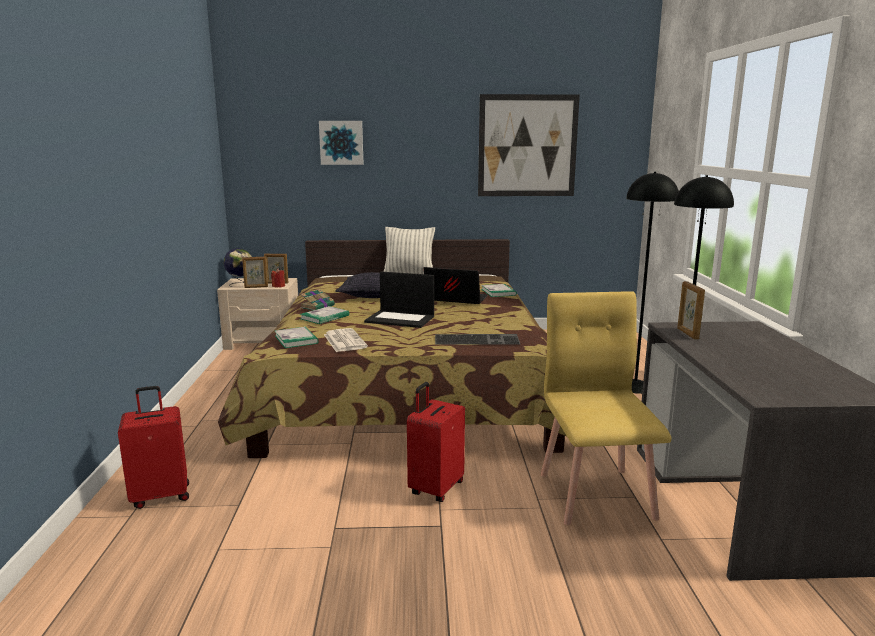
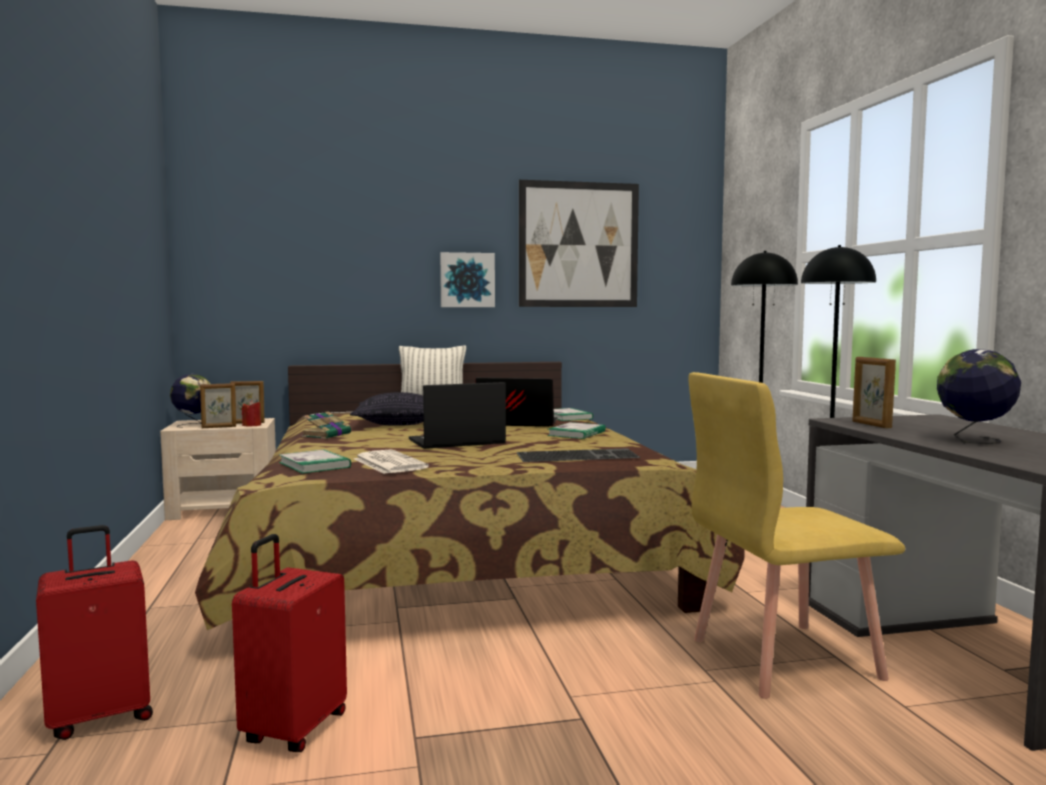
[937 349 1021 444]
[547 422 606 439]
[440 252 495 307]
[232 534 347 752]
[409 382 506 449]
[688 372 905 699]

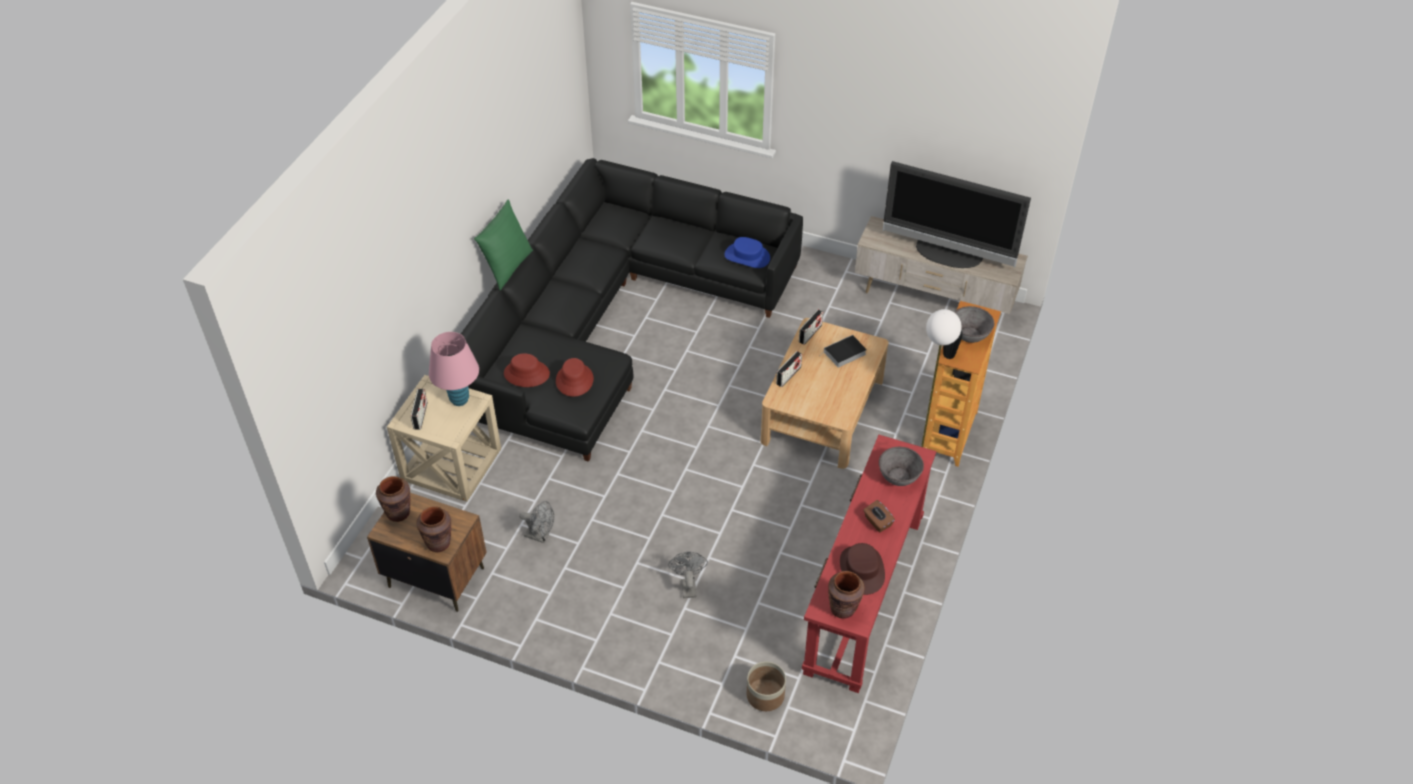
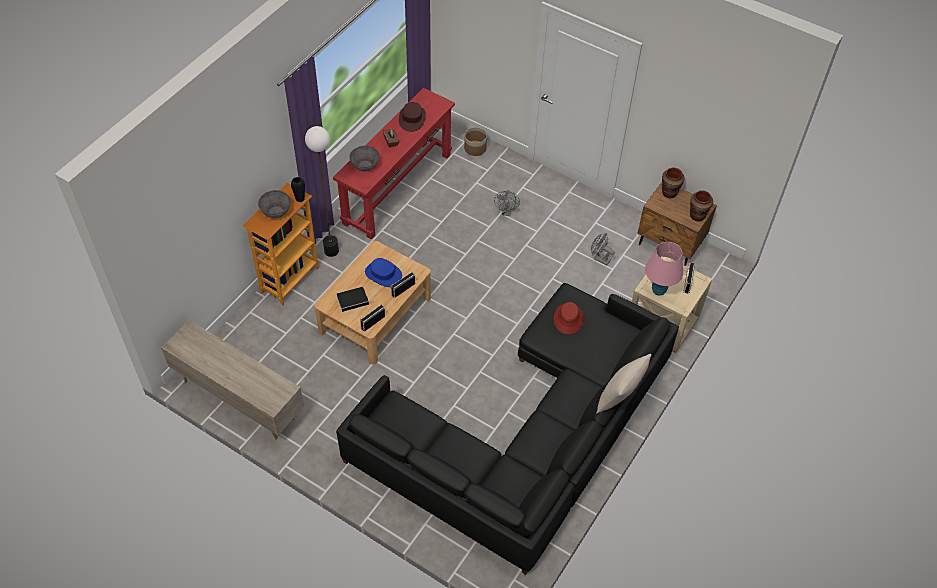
[504 353 550 387] (first image)
[828 571 864 619] (first image)
[883 161 1031 268] (first image)
[365 258 402 287]
[596 354 651 413]

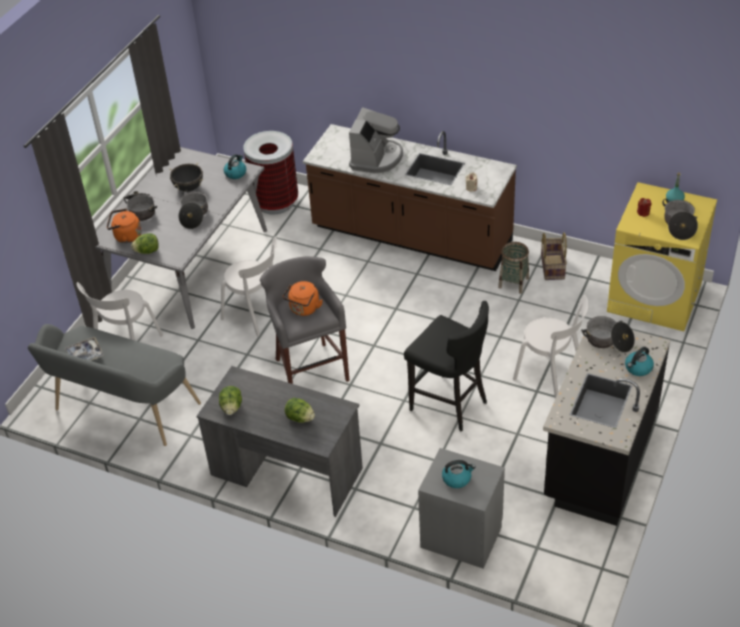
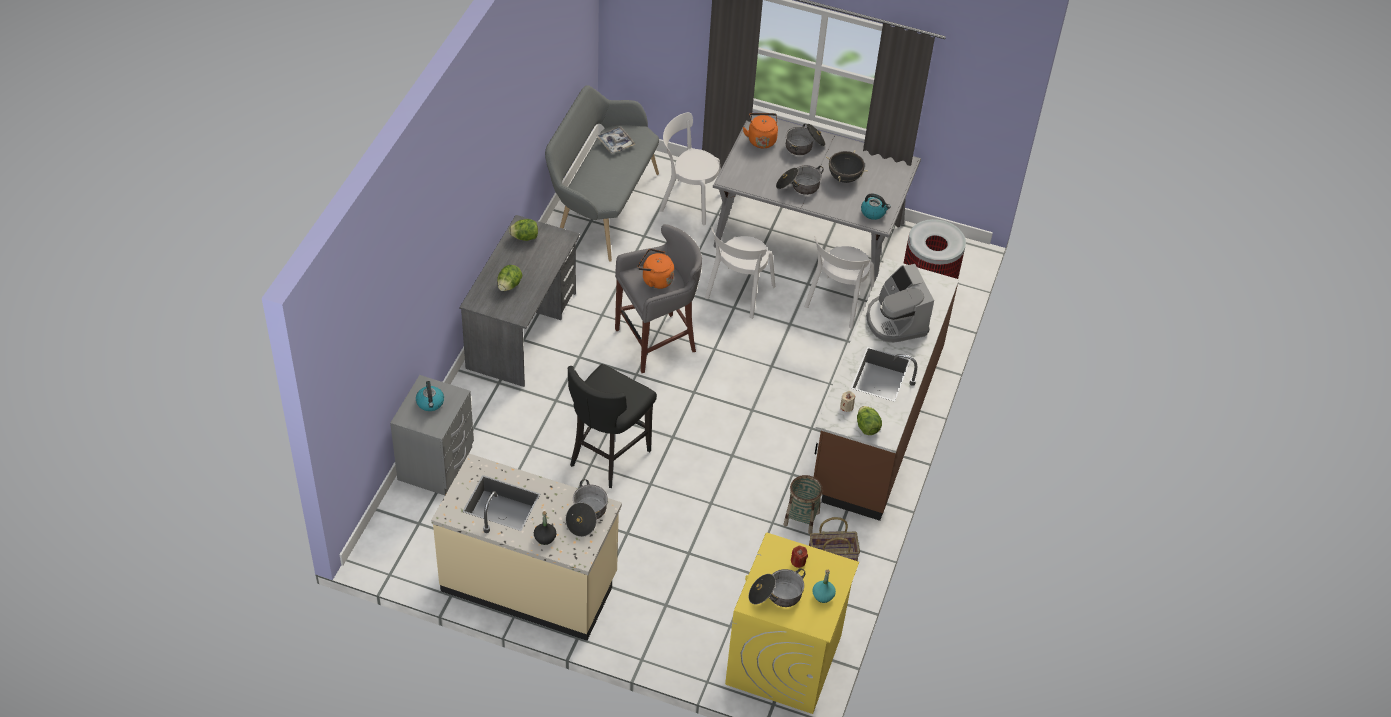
[857 406 882 435]
[804 236 874 329]
[534 511 556 545]
[431 454 622 641]
[866 264 934 343]

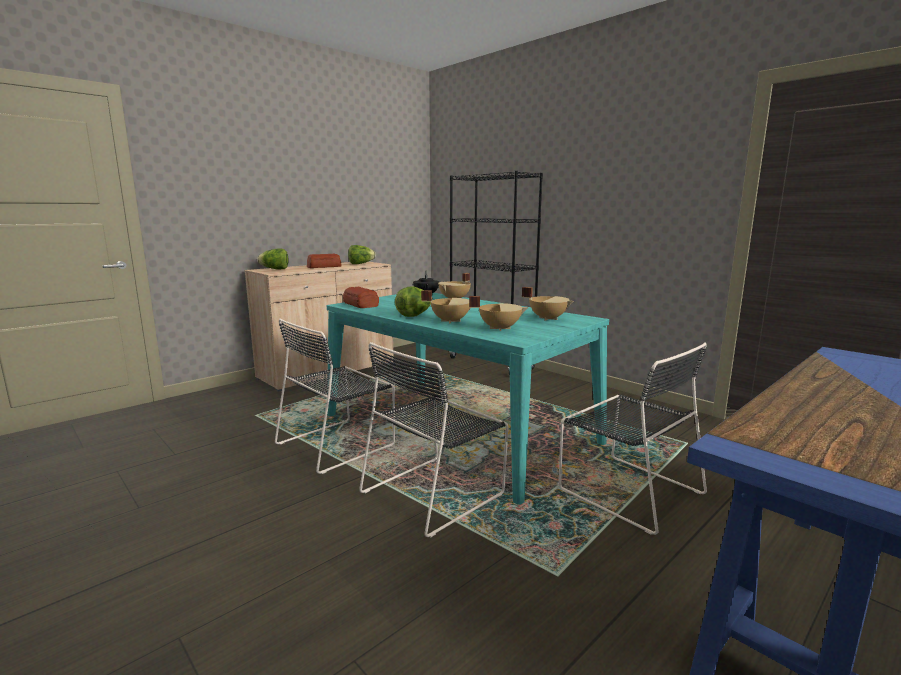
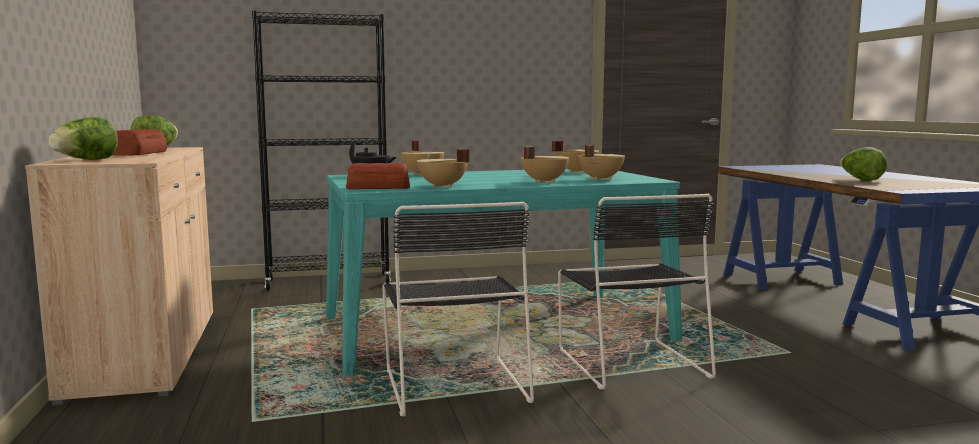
[559 343 707 535] (first image)
[417 149 470 188]
[839 147 887 181]

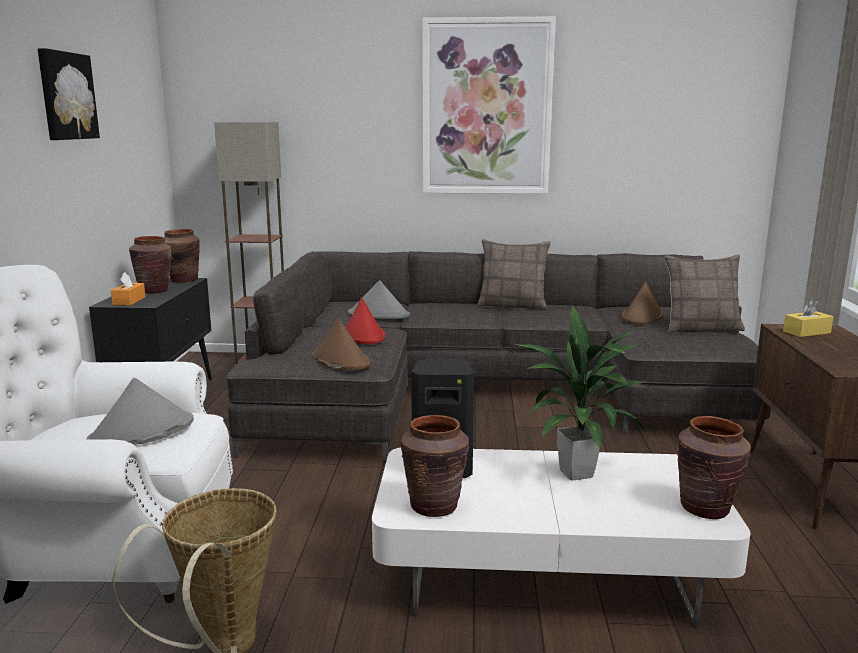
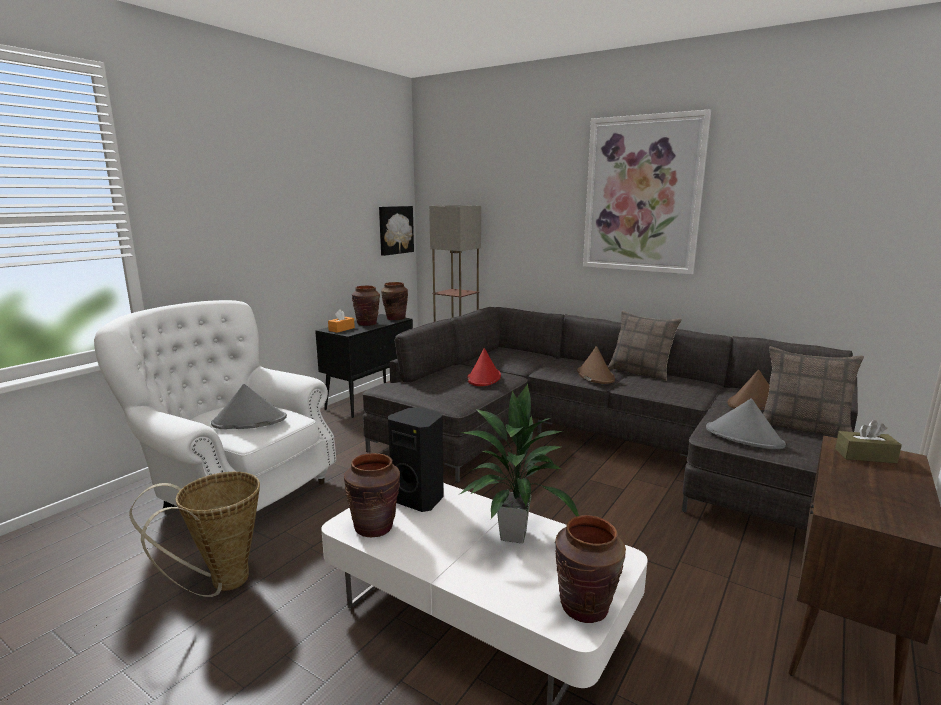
[379 206 414 256]
[577 346 615 384]
[706 399 786 449]
[835 420 902 463]

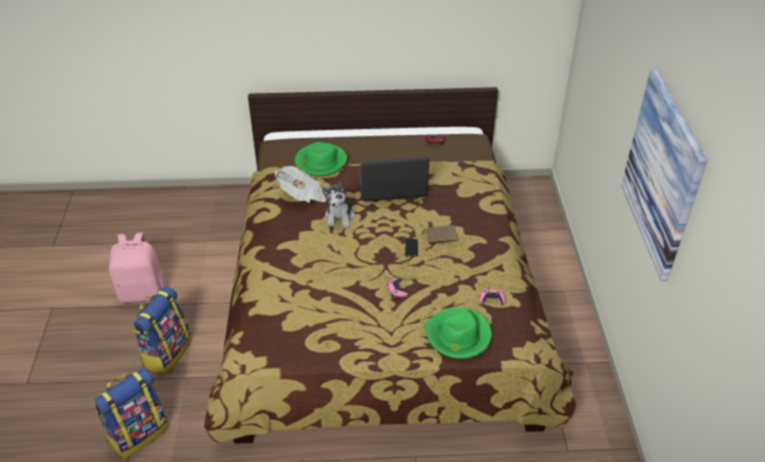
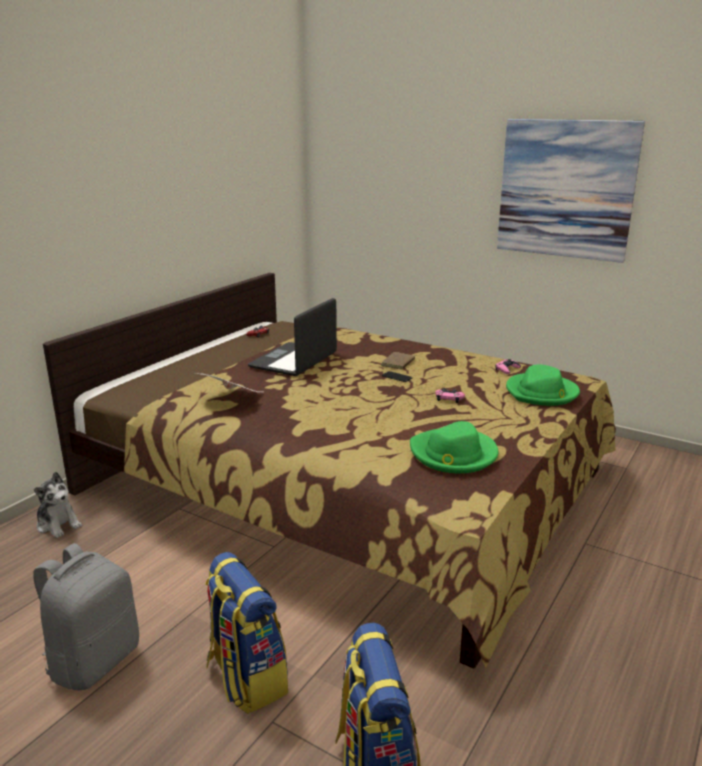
[410 421 498 473]
[34 472 82 538]
[33 543 139 690]

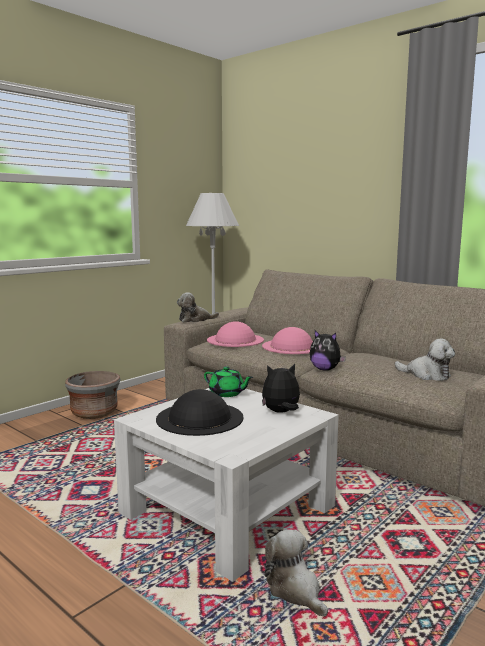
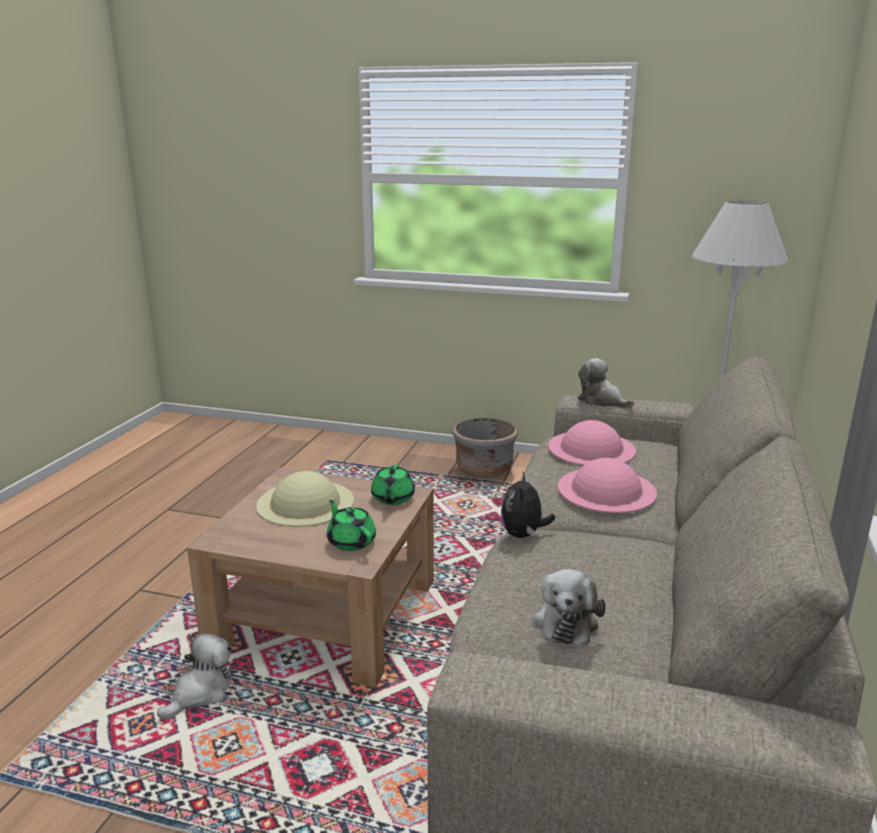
[327 500 376 551]
[187 468 434 688]
[256 471 354 527]

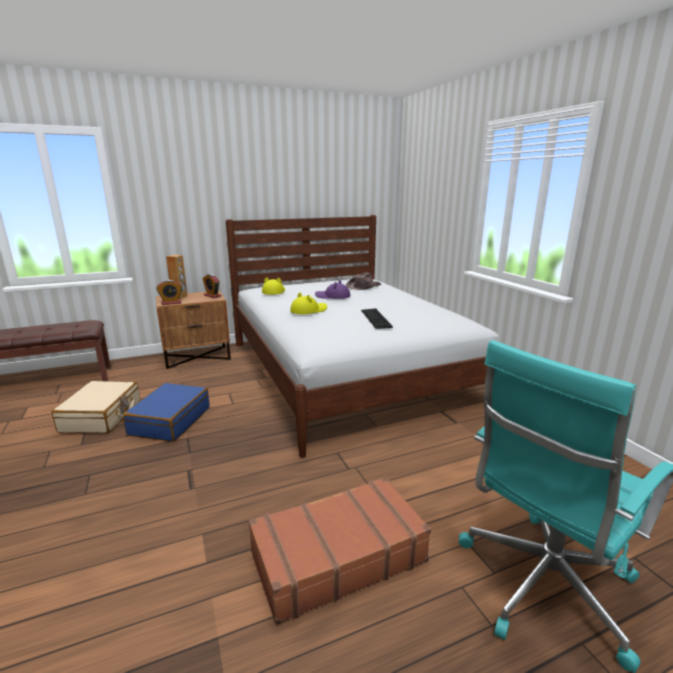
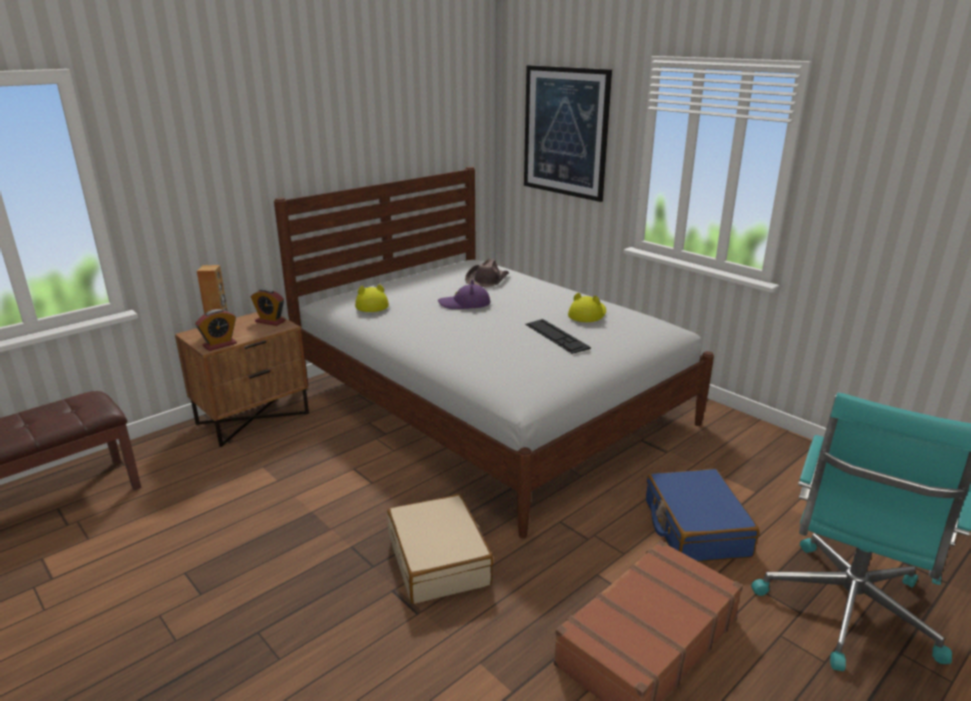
[524 65 612 202]
[387 494 493 604]
[646 469 759 562]
[568 293 606 322]

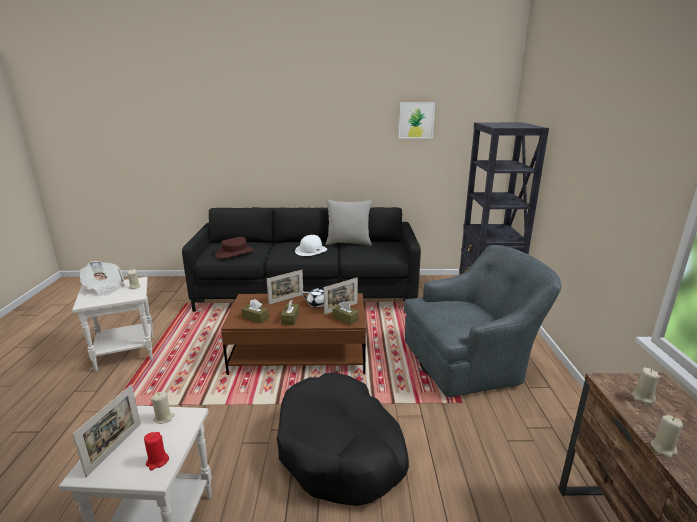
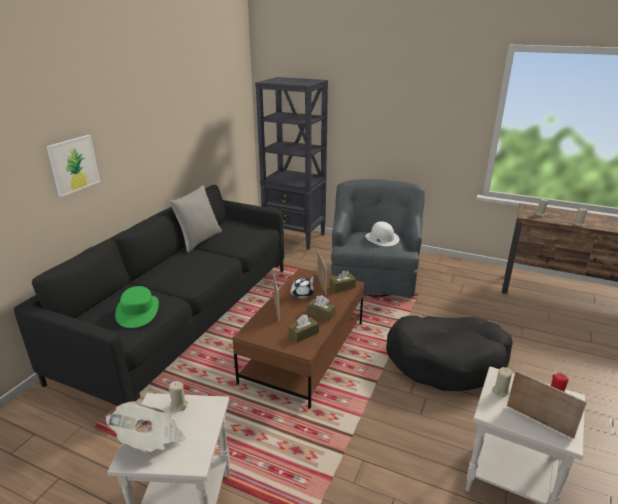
[365 221 399 246]
[46 135 100 197]
[115 286 159 328]

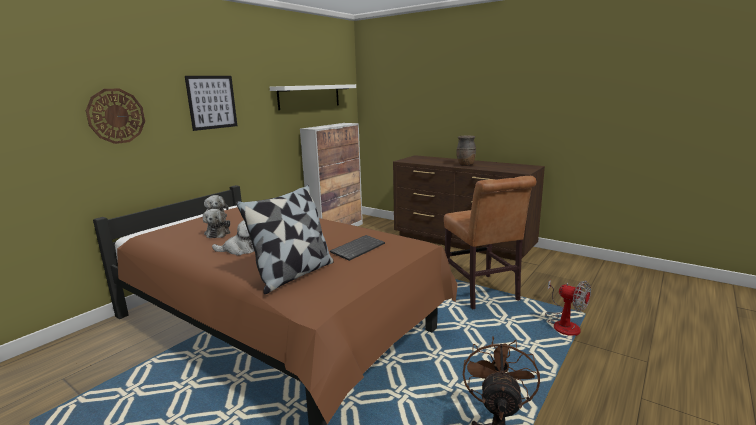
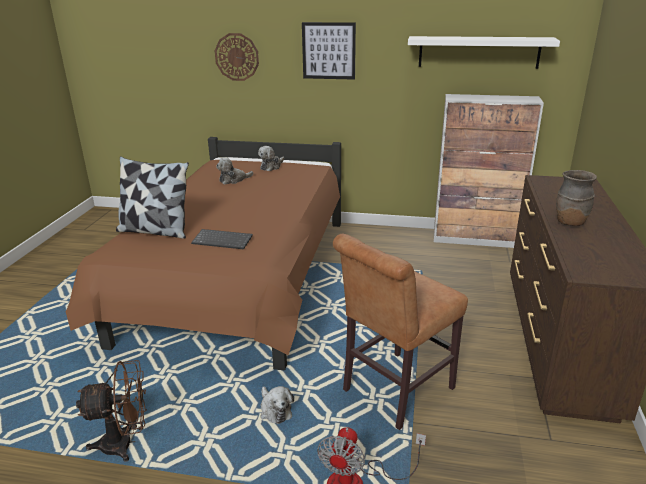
[261 386 294 424]

